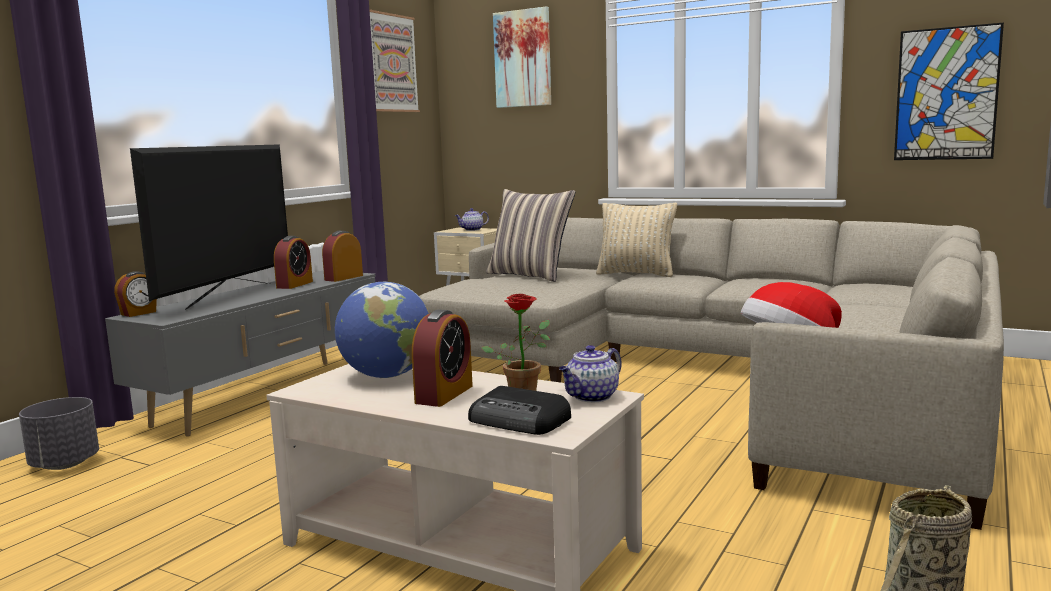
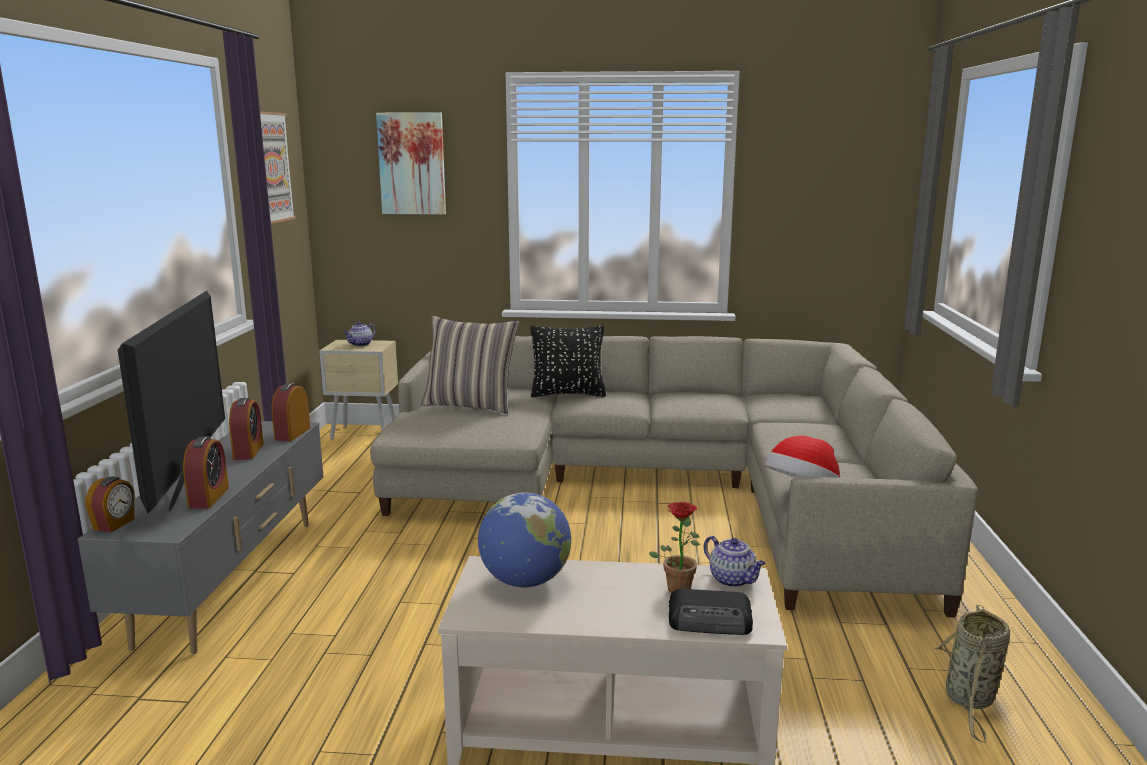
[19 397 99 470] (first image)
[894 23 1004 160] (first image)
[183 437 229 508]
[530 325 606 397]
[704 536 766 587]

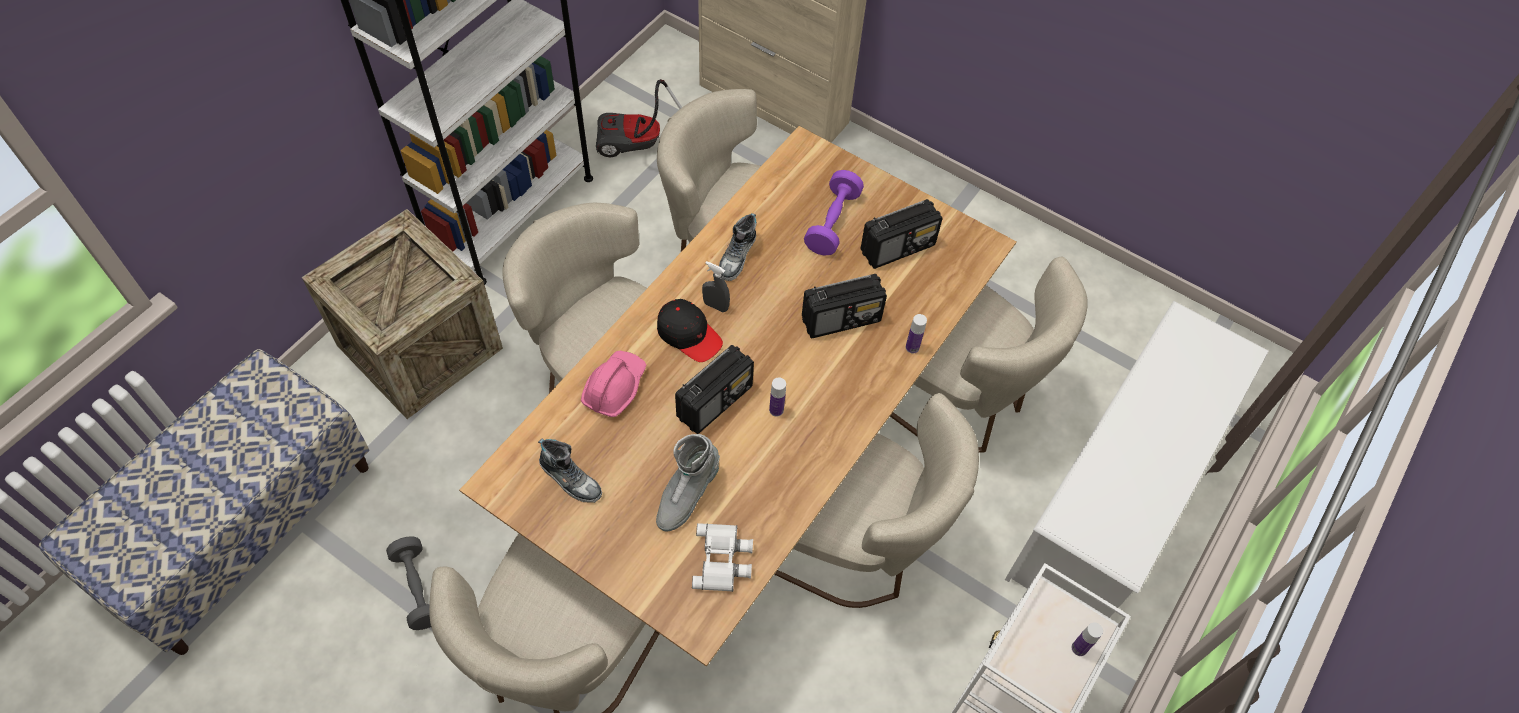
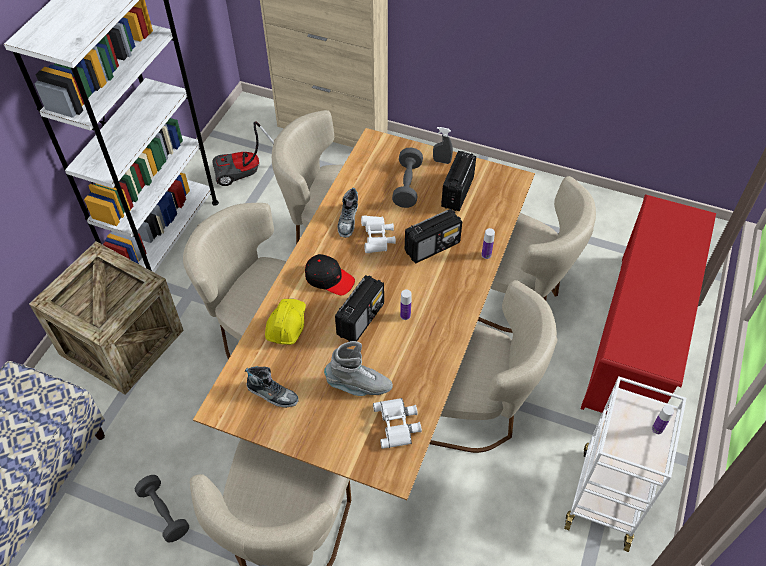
[361 215 396 253]
[433 127 453 164]
[265 299 306 345]
[392 148 423 208]
[581 194 716 414]
[324 341 393 396]
[441 151 476 211]

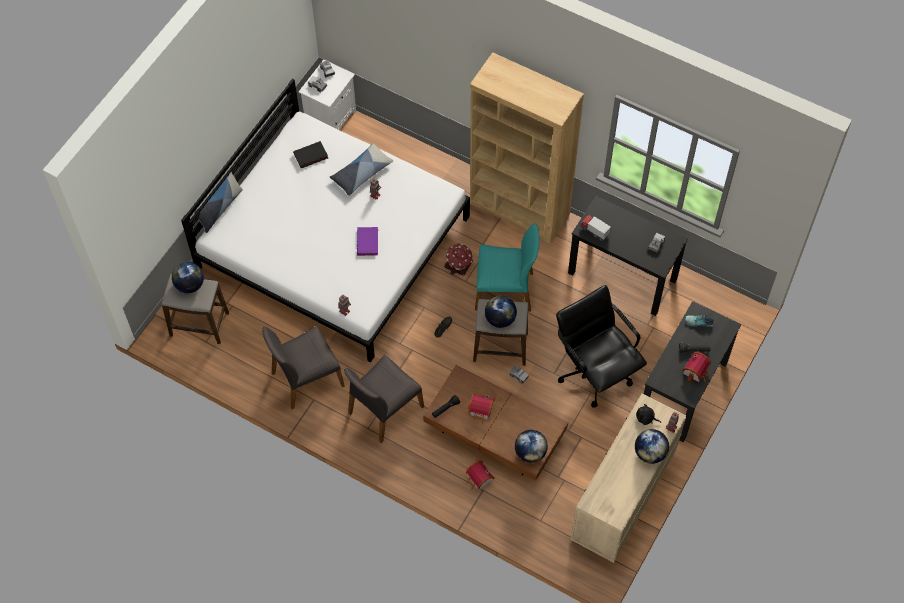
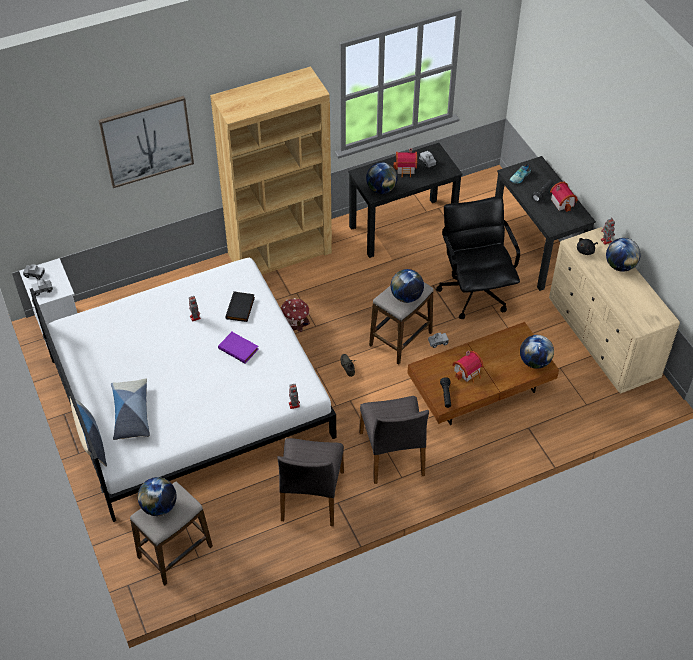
[475 223 540 311] (first image)
[98 96 194 188]
[225 291 255 322]
[111 378 150 440]
[394 148 417 178]
[366 162 398 194]
[436 196 520 319]

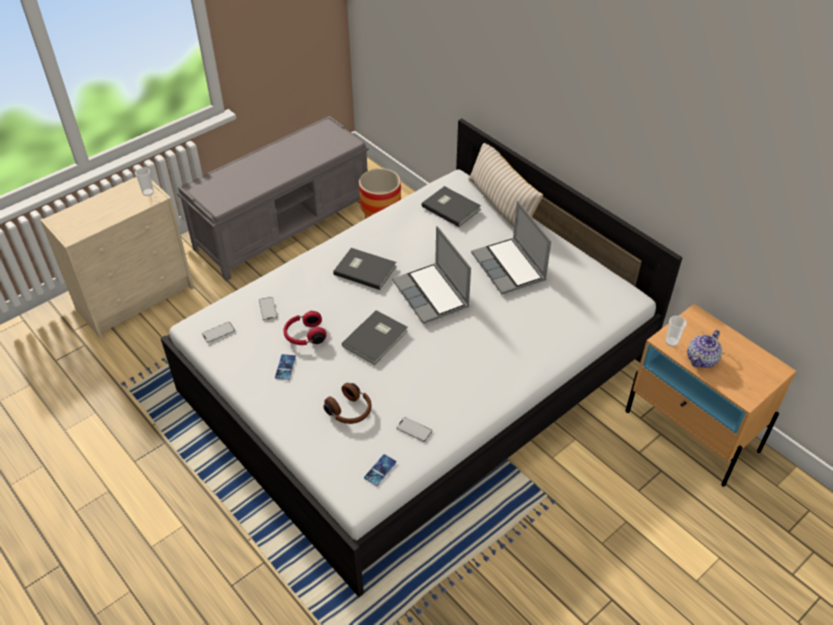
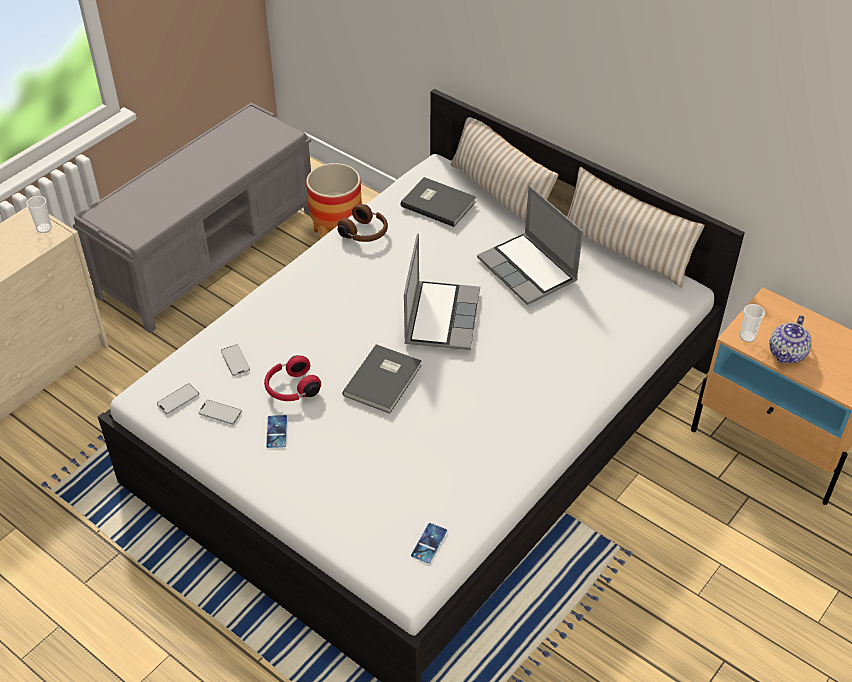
[333 248 396 290] (first image)
[567 167 705 288]
[338 204 388 242]
[198 400 242 425]
[404 234 480 350]

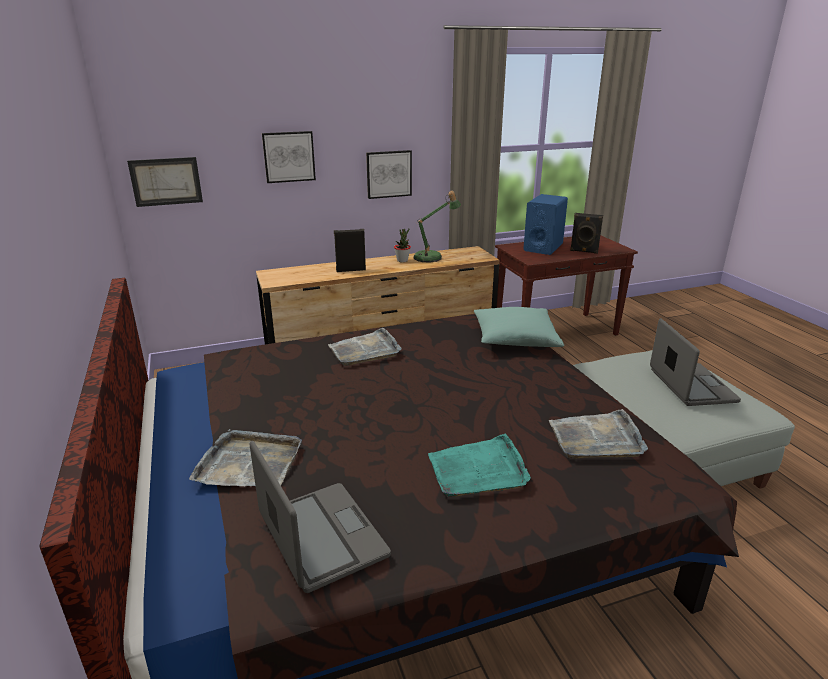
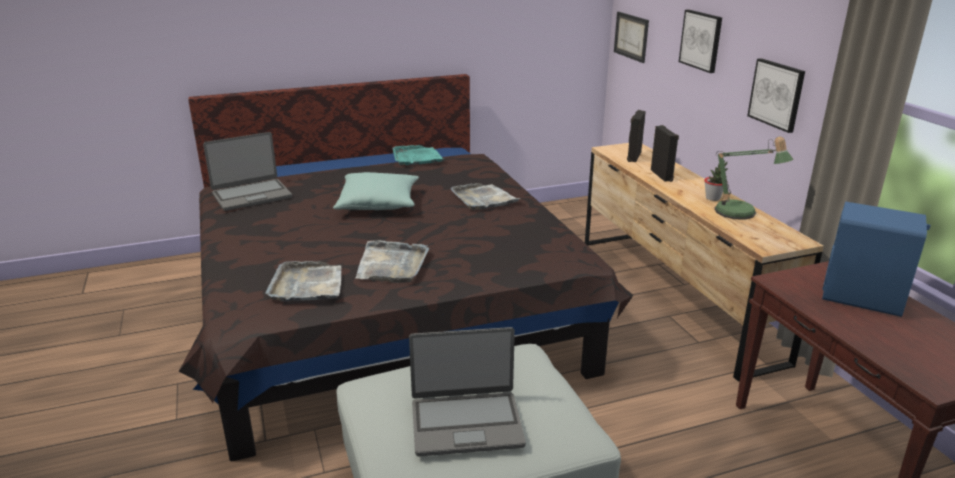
[356 240 429 282]
[392 145 443 165]
[333 172 419 210]
[627 110 646 162]

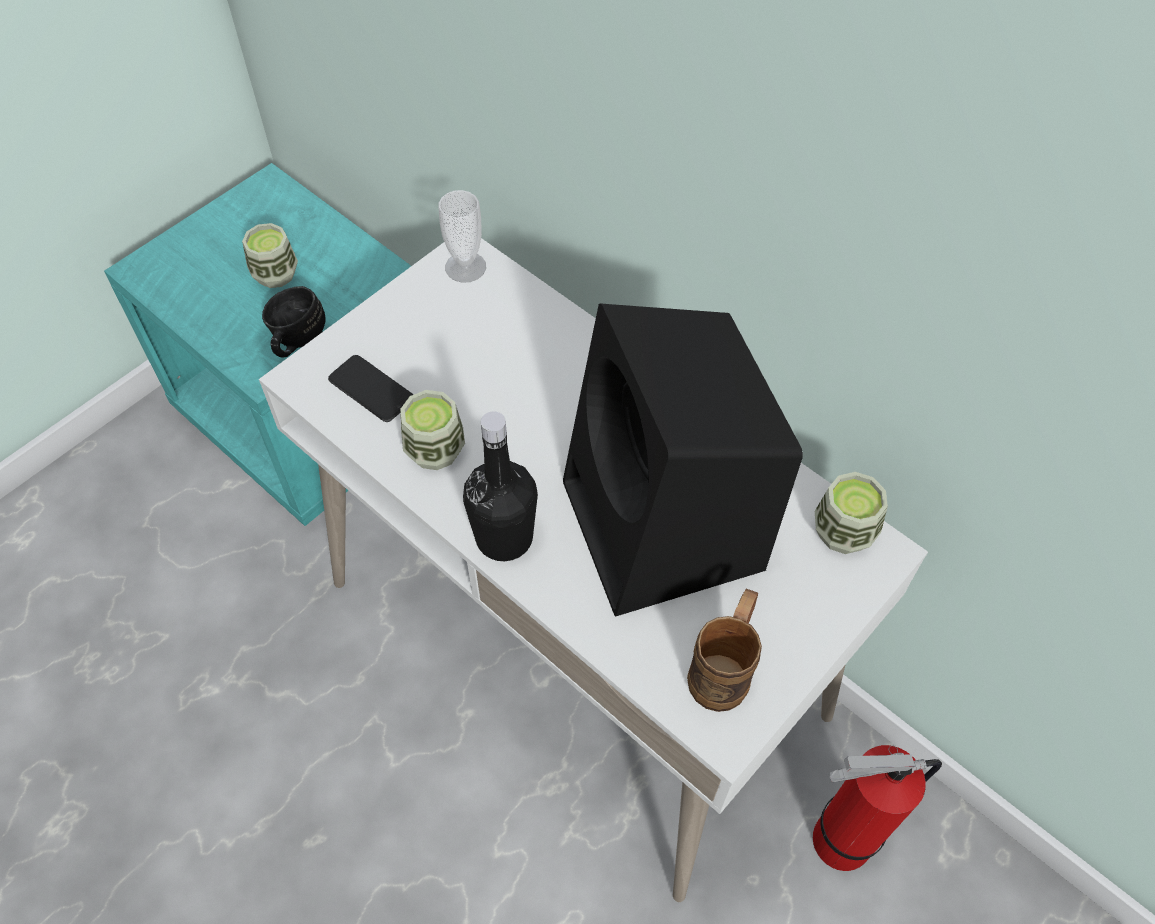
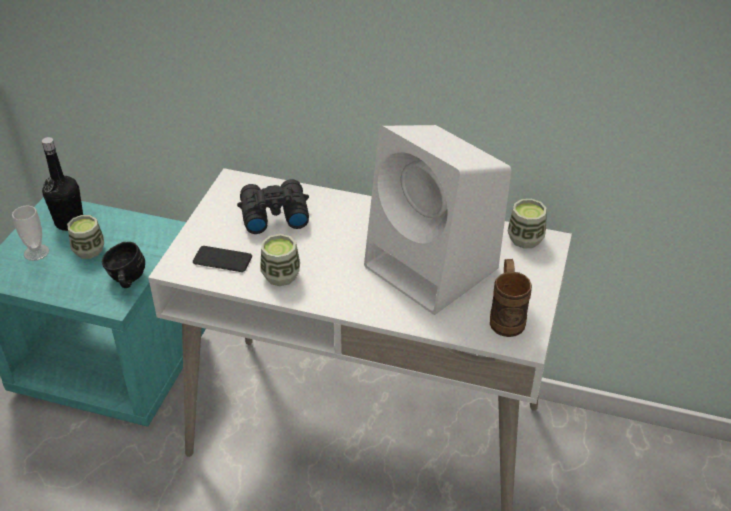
[813 745 942 871] (first image)
[237 179 309 234]
[12 206 49 261]
[42 137 83 231]
[364 125 511 315]

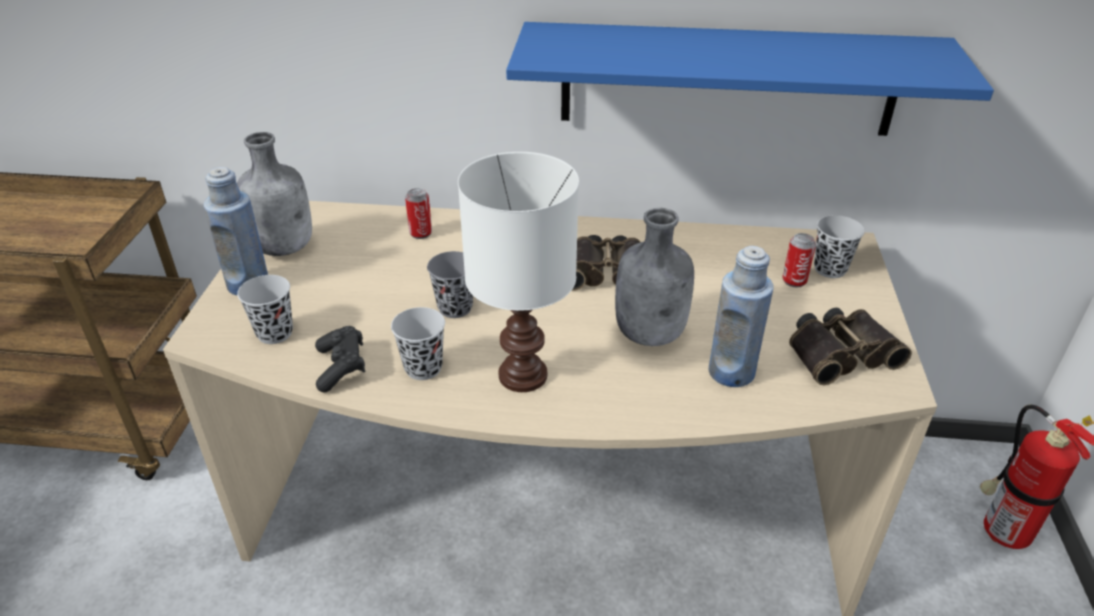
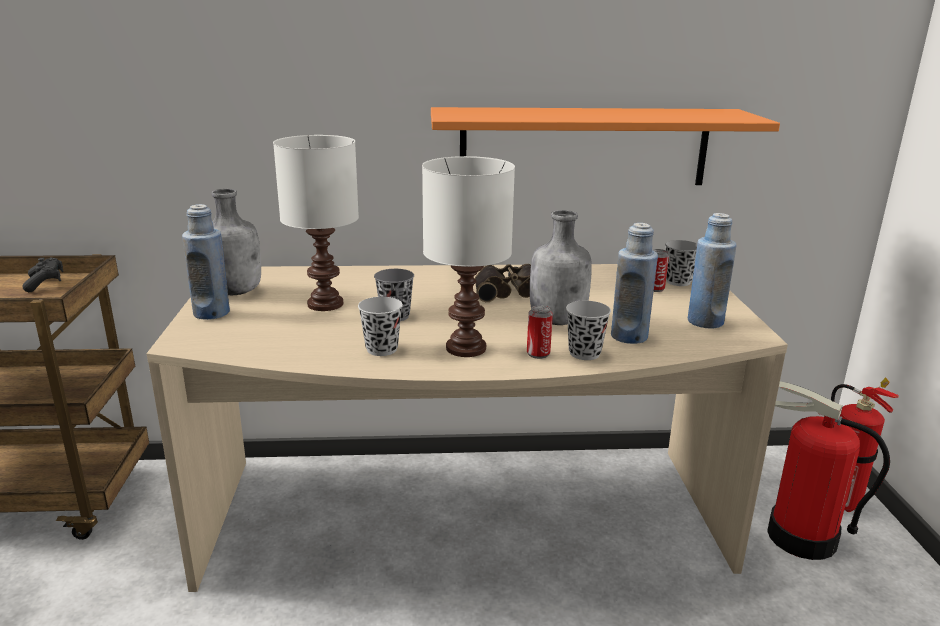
[273 135 359 311]
[767 381 890 560]
[566 301 611 360]
[22 257 64 292]
[527 305 553 359]
[688 213 736 329]
[431 107 780 185]

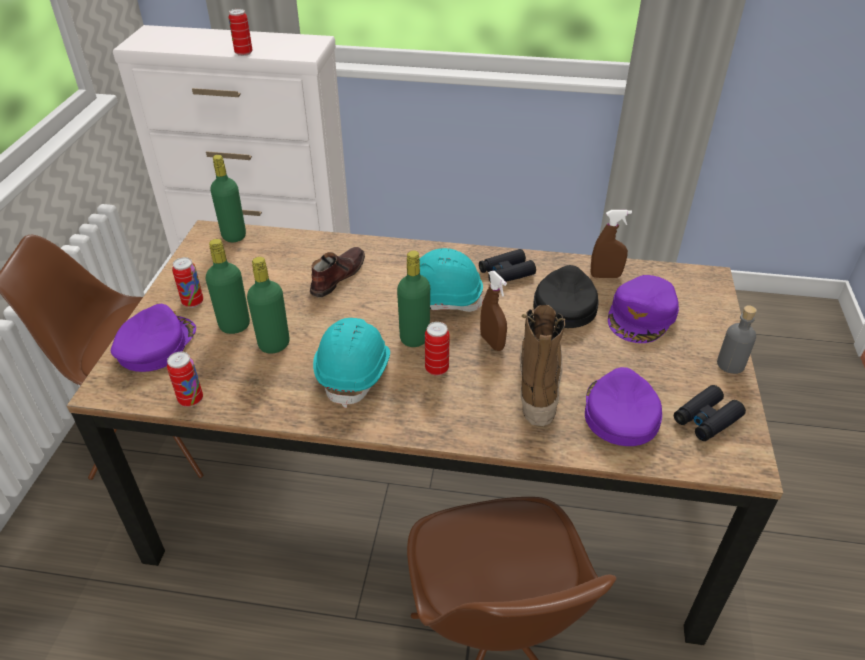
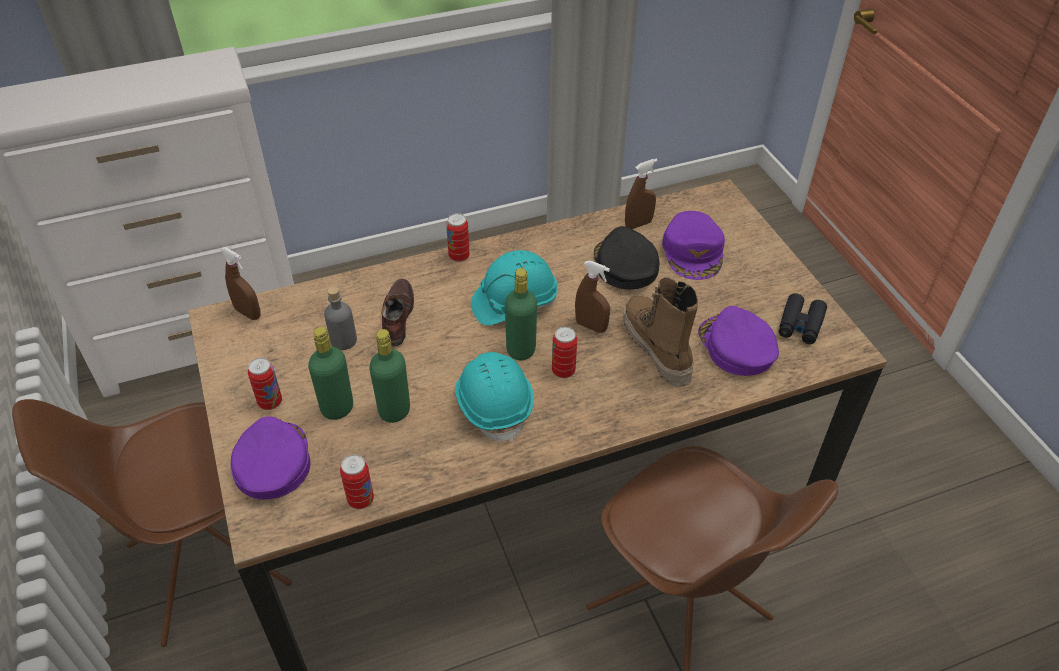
[479 249 536 283] (first image)
[446 213 470 262]
[324 286 357 350]
[221 247 261 320]

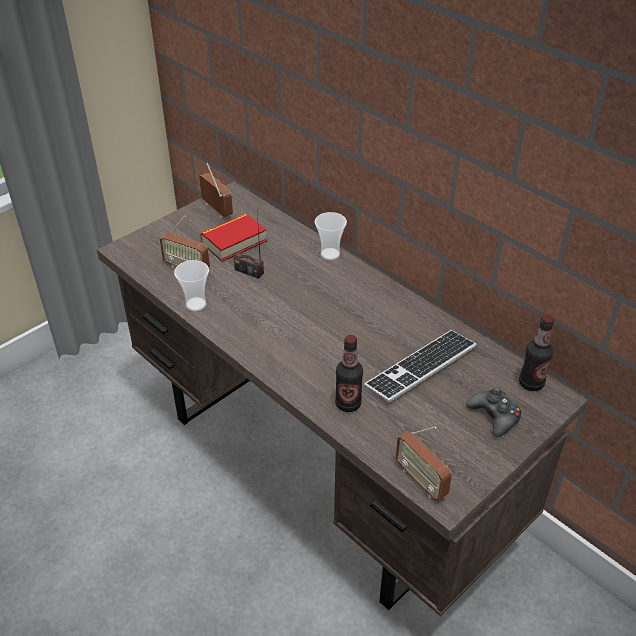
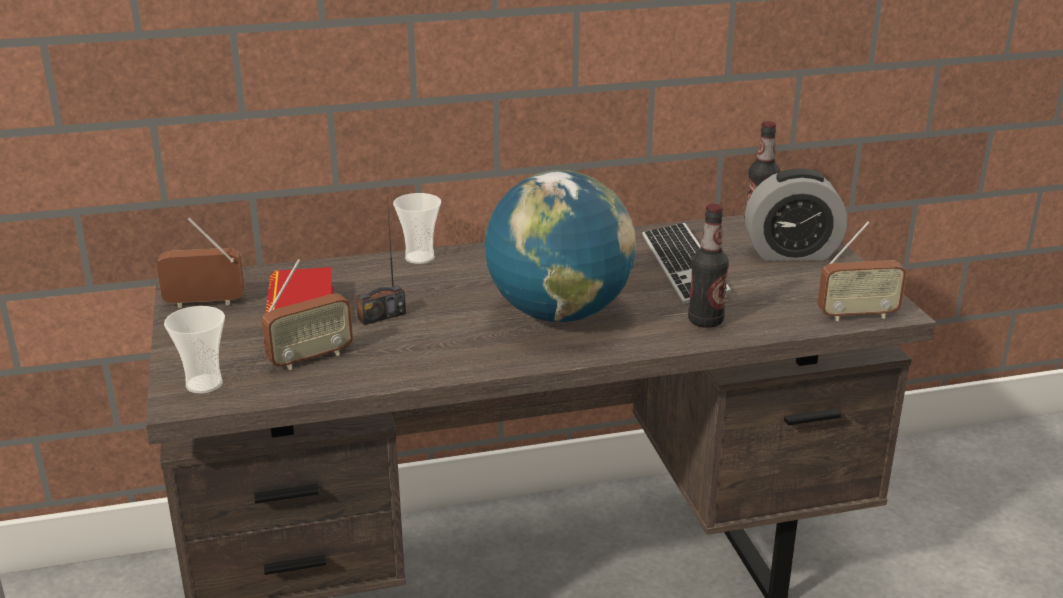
[485 170 636 322]
[164 306 225 394]
[745 168 847 261]

